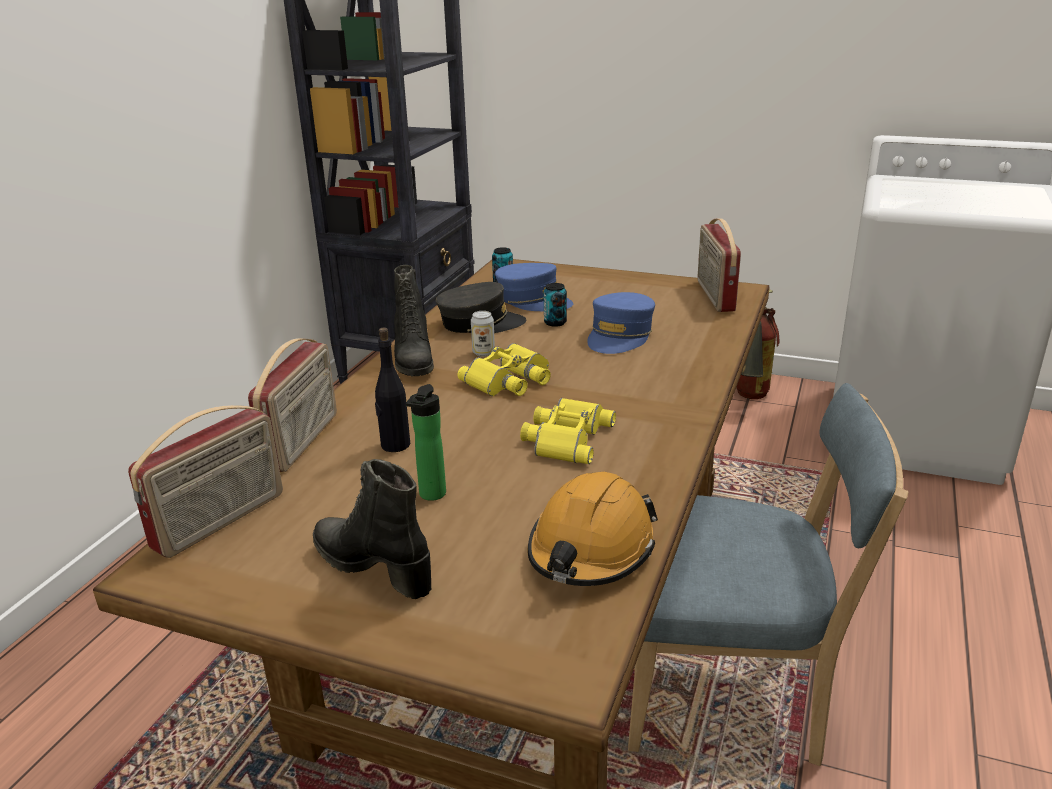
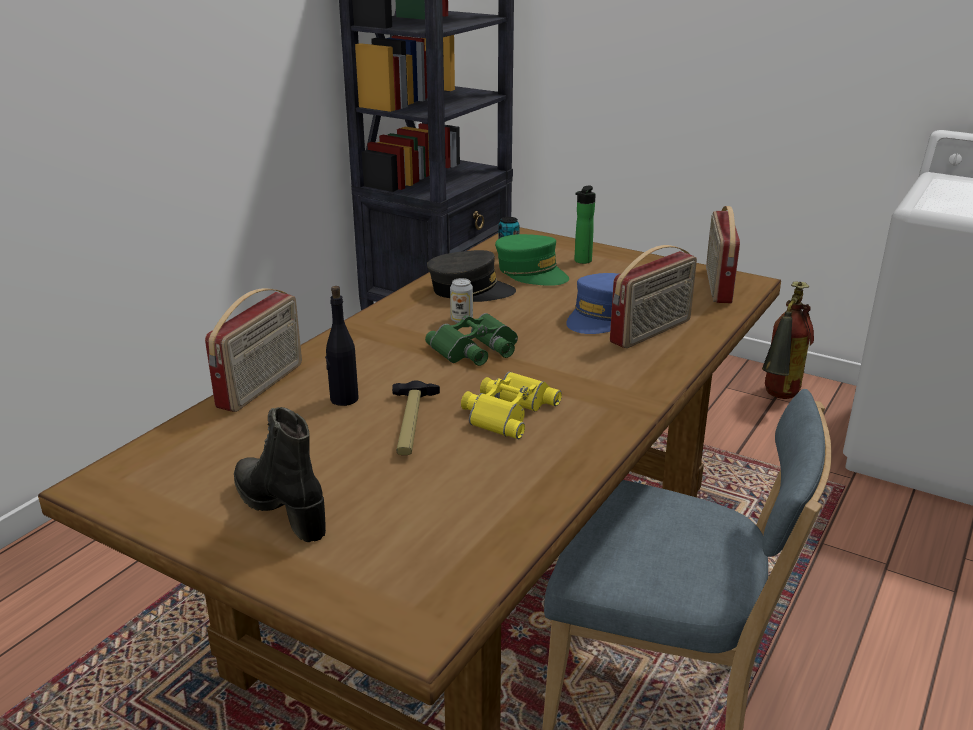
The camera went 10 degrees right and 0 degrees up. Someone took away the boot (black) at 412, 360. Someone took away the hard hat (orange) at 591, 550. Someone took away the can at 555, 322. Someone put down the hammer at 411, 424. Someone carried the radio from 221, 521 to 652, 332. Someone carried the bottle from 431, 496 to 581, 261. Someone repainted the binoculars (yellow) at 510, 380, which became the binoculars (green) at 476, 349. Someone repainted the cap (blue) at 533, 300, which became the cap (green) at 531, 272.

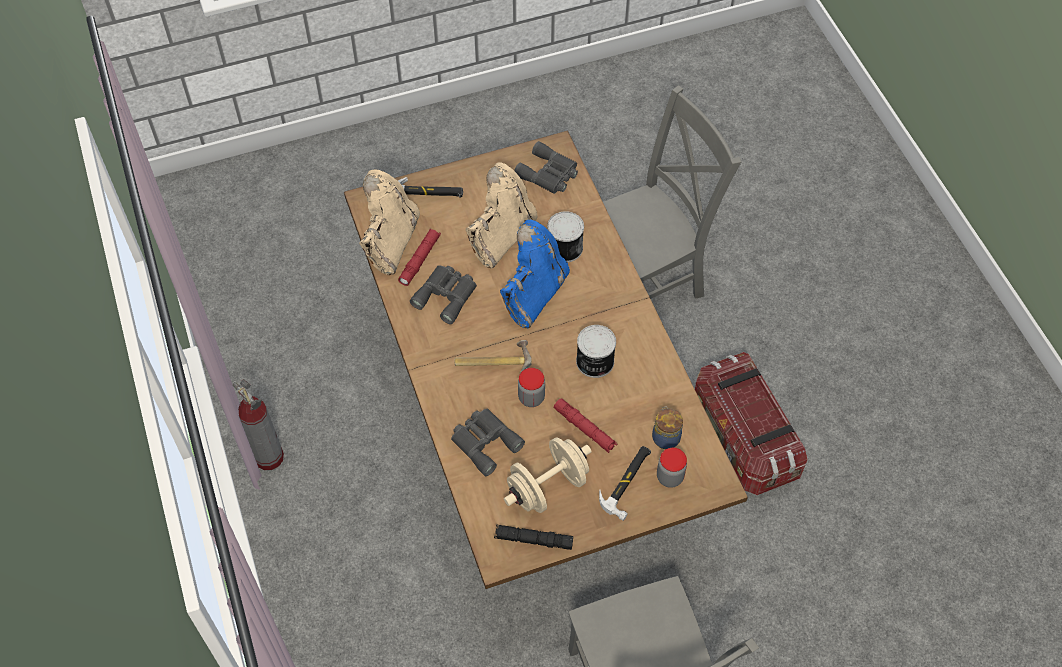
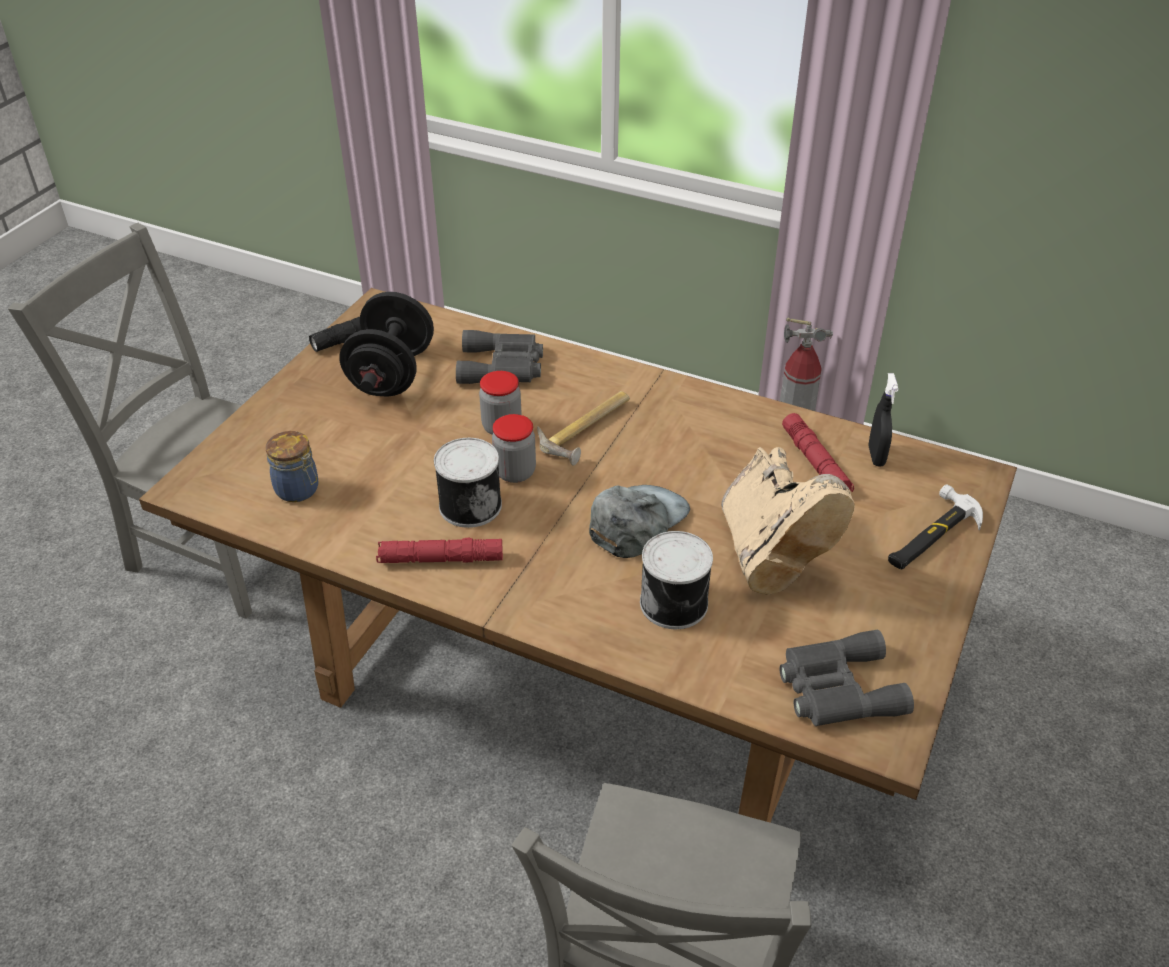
The camera went 135 degrees right and 15 degrees down. Someone took away the binoculars (grey) at 447, 295. Someone took away the hammer at 627, 482. Someone took away the storage box at 743, 438. Someone carried the flashlight (red) from 584, 428 to 440, 559. Someone carried the jar from 669, 477 to 515, 472. Someone swapped the boot (beige) at 390, 242 for the spray bottle (black) at 876, 456. Someone swapped the boot (blue) at 533, 294 for the cap (grey) at 637, 522. Someone repainted the dumbbell (beige) at 547, 487, which became the dumbbell (black) at 391, 374.

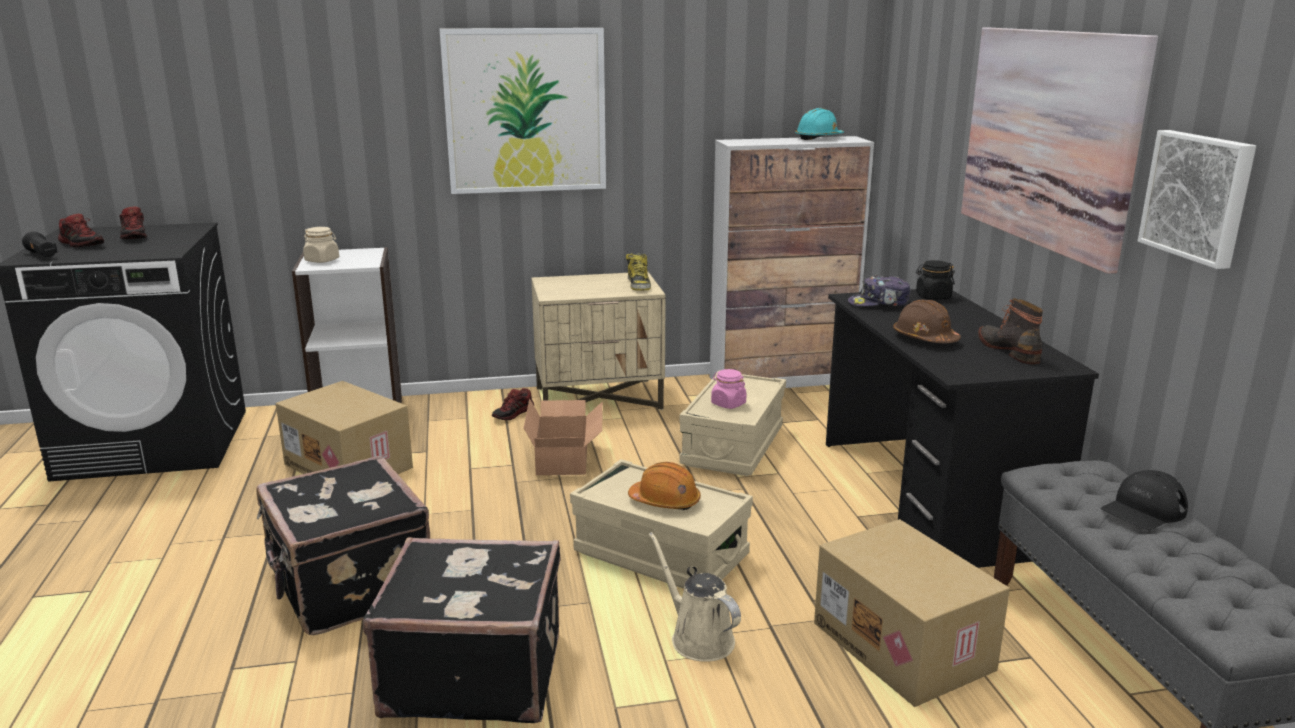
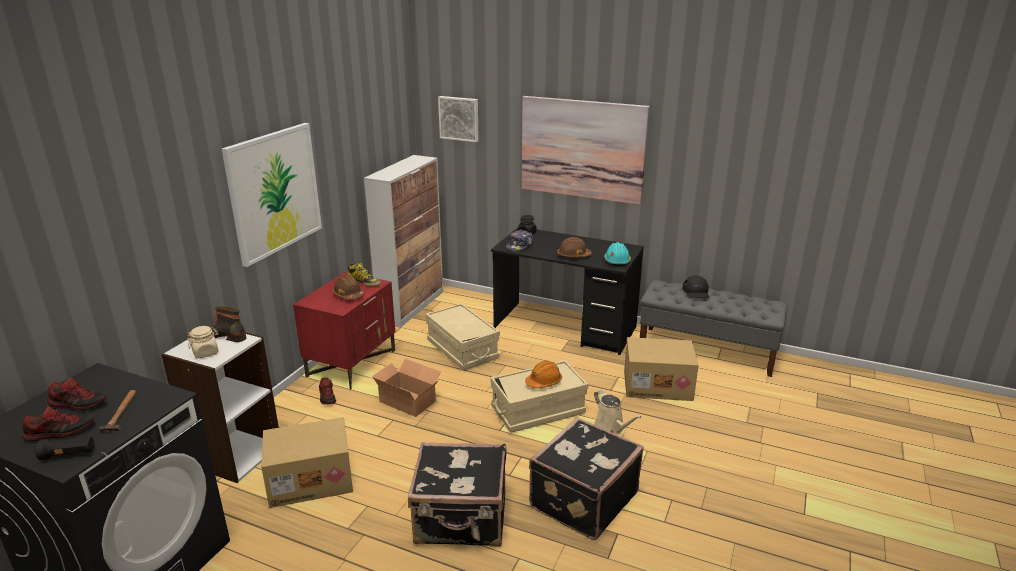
The camera went 55 degrees left and 5 degrees up. Someone took away the jar (pink) at 728, 404. Someone put down the hammer at 122, 412. Someone put down the hard hat (brown) at 348, 295. Someone carried the hard hat (turquoise) from 818, 138 to 617, 261. Someone carried the boot from 1010, 350 to 224, 335. Someone carried the picture from 1198, 196 to 459, 118. Someone repainted the nightstand (beige) at 599, 399, which became the nightstand (red) at 352, 363. Someone rotated the watering can (beige) at 698, 638 by 120 degrees counterclockwise.

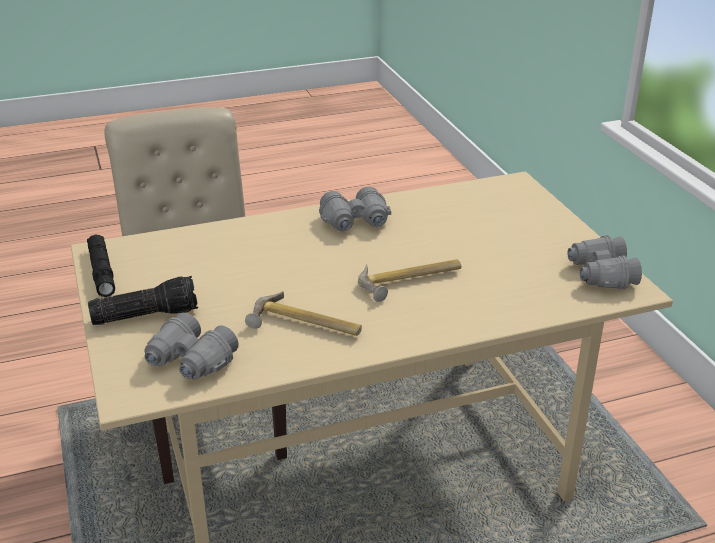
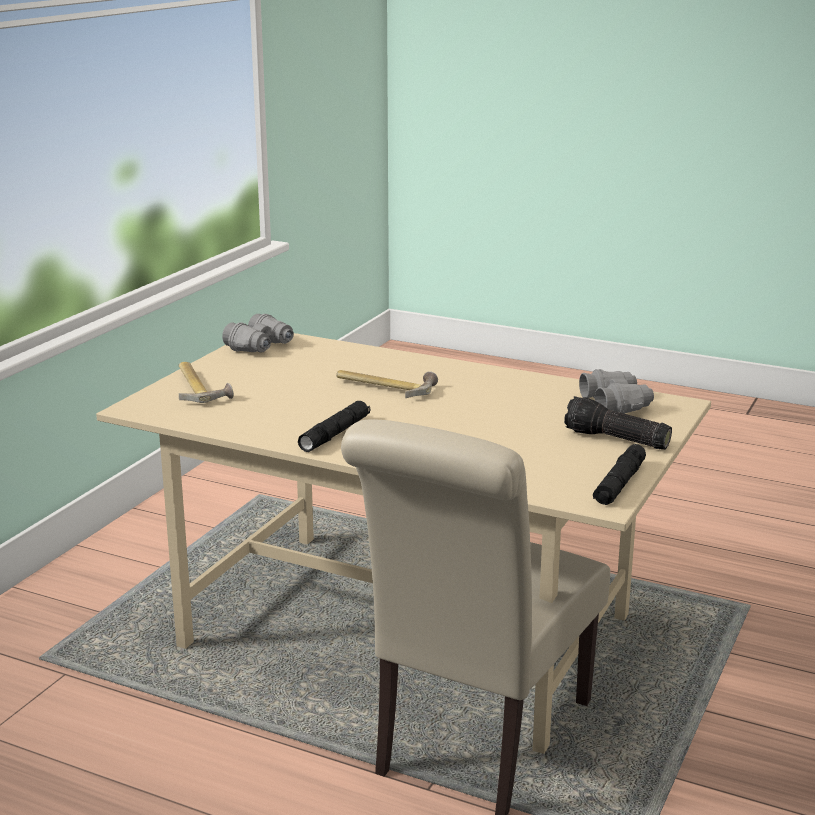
The camera went 135 degrees left and 10 degrees down. Someone carried the hammer from 304, 326 to 199, 387. Someone swapped the binoculars (grey) at 356, 222 for the flashlight (black) at 335, 434.

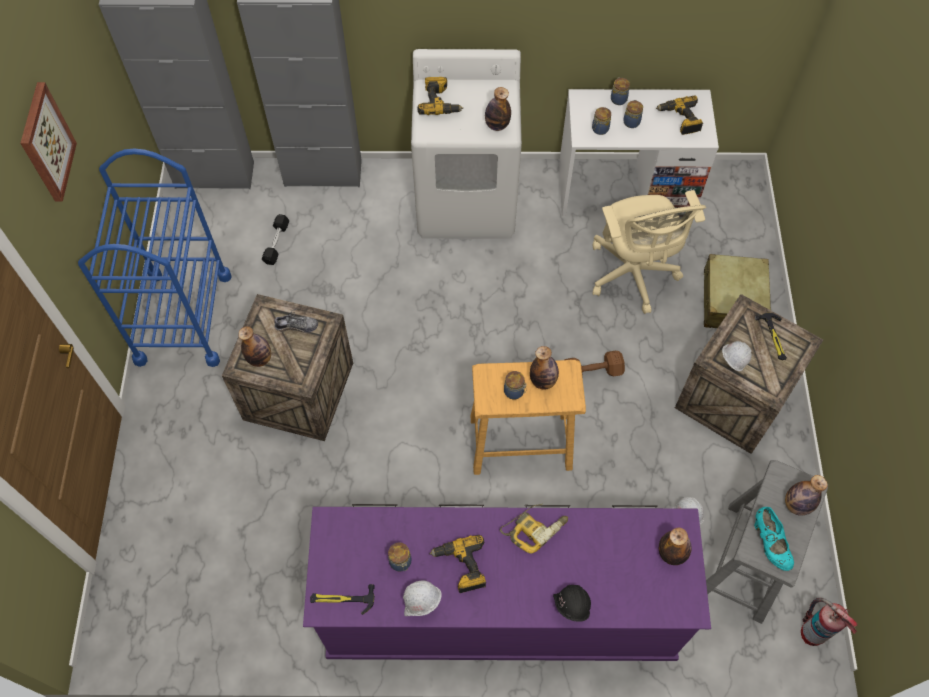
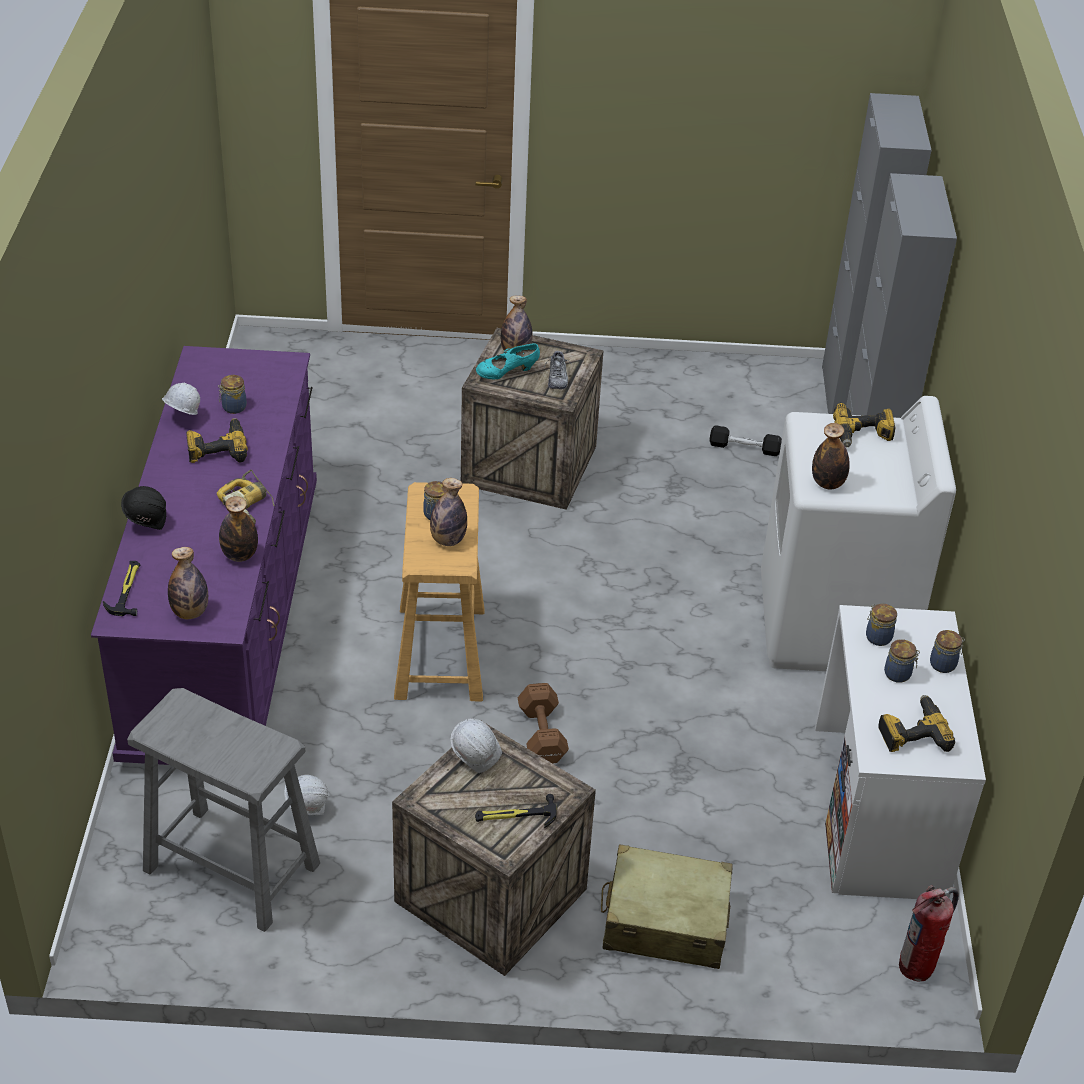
The camera went 90 degrees right and 20 degrees down. Someone took away the picture at 46, 143. Someone took away the cart (blue) at 183, 318. Someone took away the office chair (beige) at 633, 275. Someone carried the hammer from 342, 599 to 126, 590. Someone carried the shoe (turquoise) from 770, 543 to 507, 373. Someone carried the bottle from 796, 505 to 240, 555. Someone carried the fire extinguisher from 812, 632 to 917, 967.

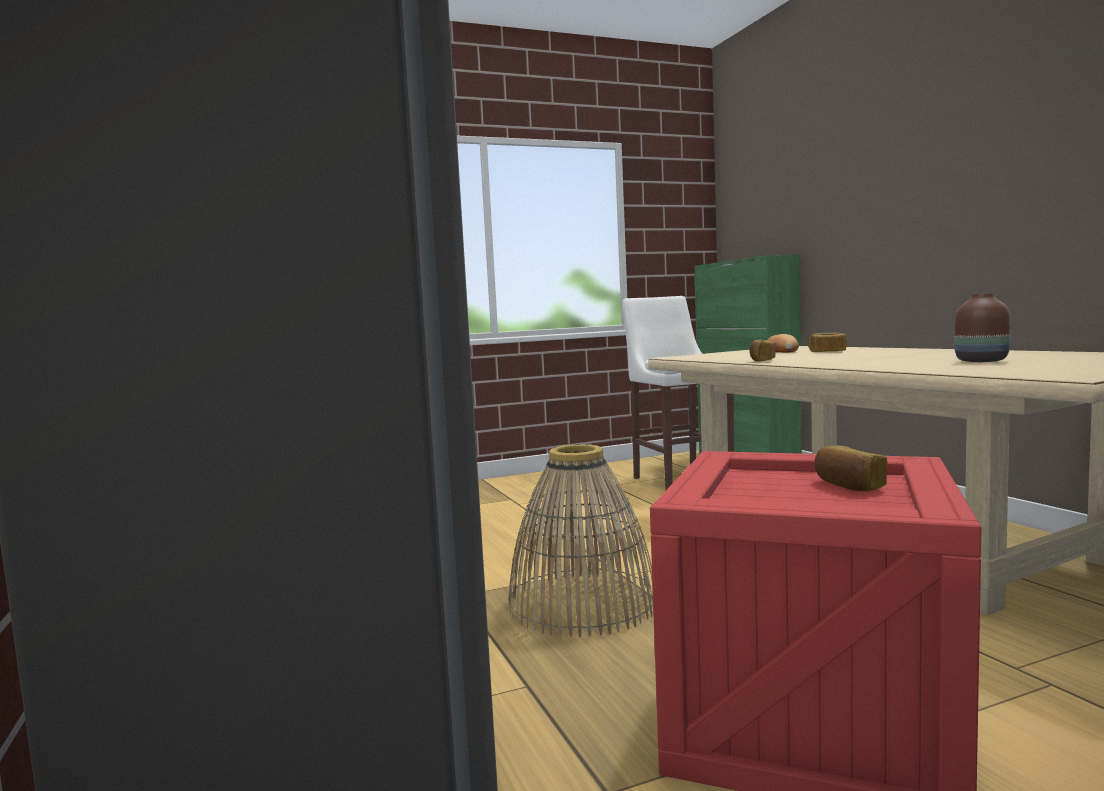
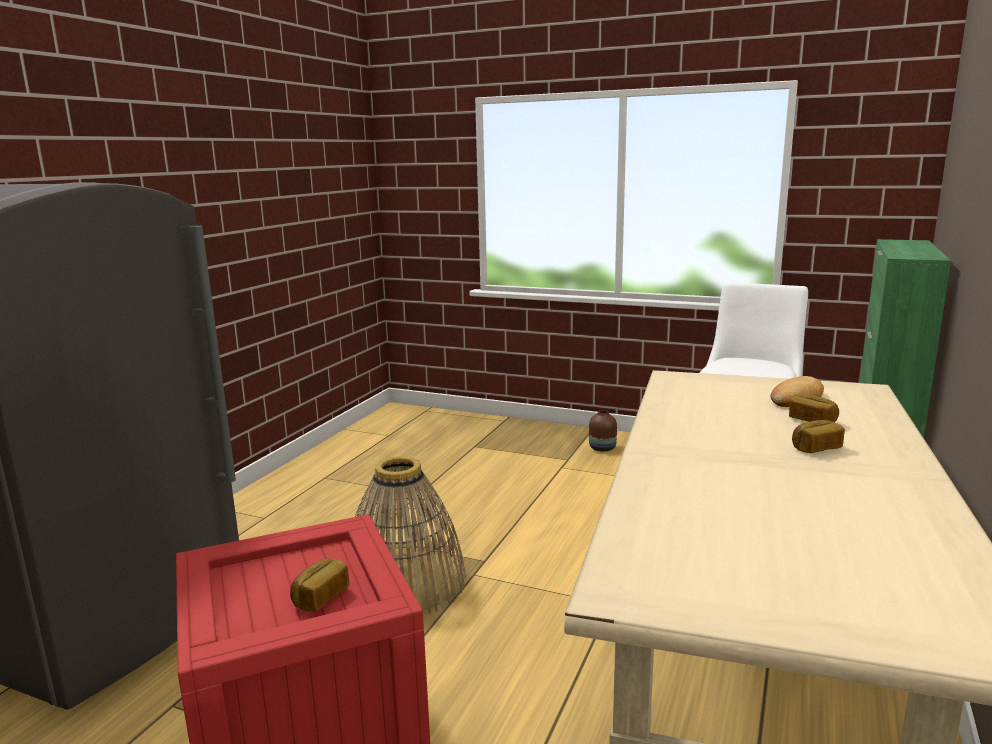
The camera went 45 degrees right and 10 degrees up. Someone carried the bread from 762, 360 to 815, 448. Someone carried the vase (brown) from 981, 361 to 603, 448.

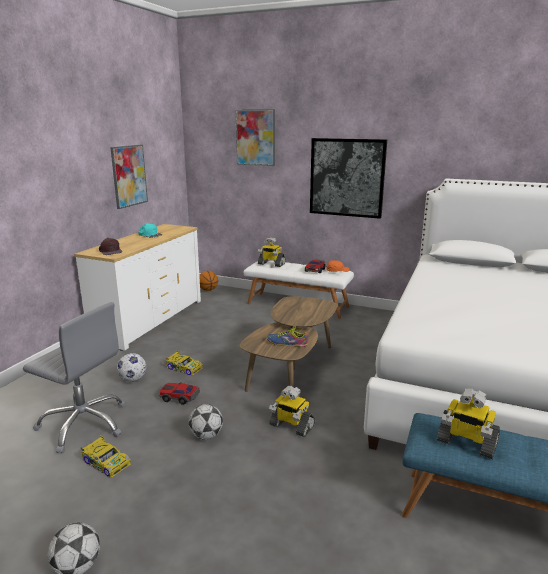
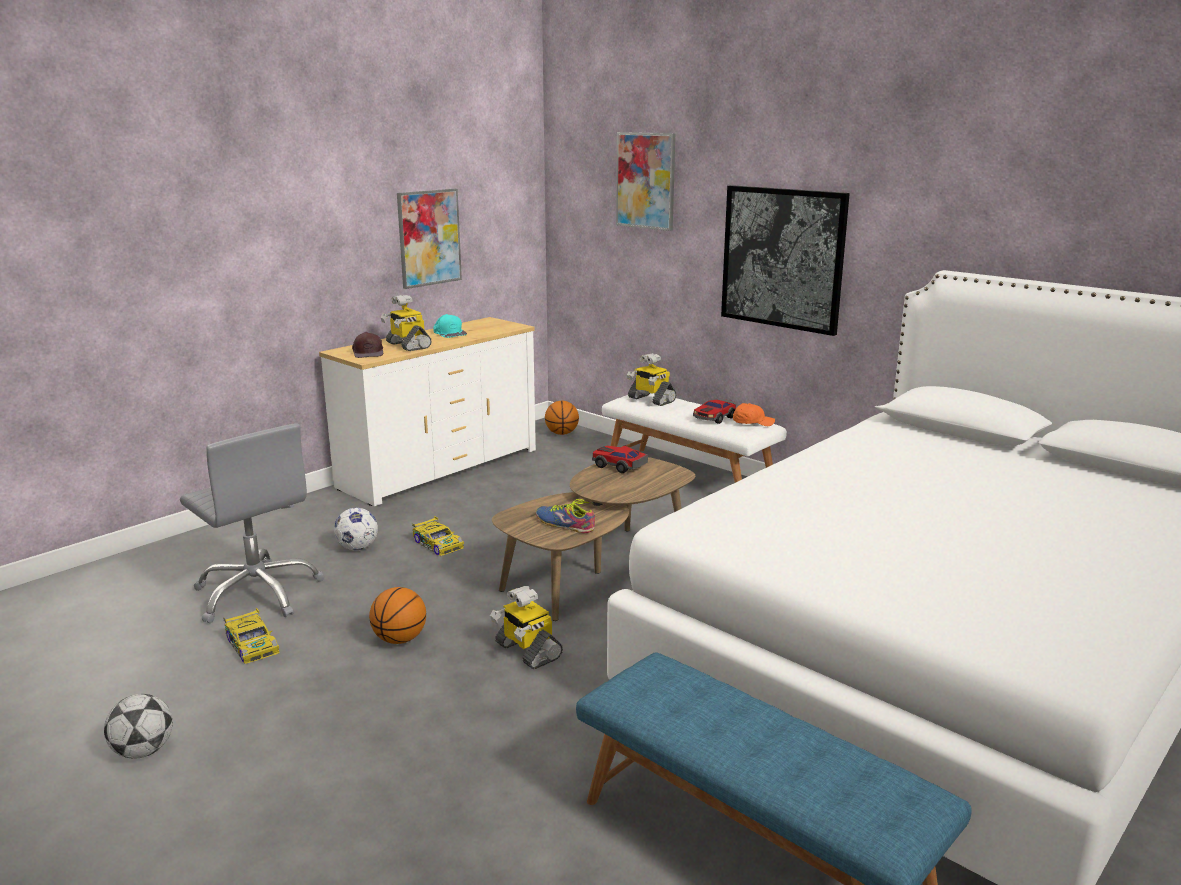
The camera went 20 degrees right and 0 degrees up. Someone carried the toy car from 179, 397 to 619, 466. Someone carried the toy robot from 466, 443 to 407, 345. Someone swapped the football at 206, 436 for the basketball at 399, 639.

